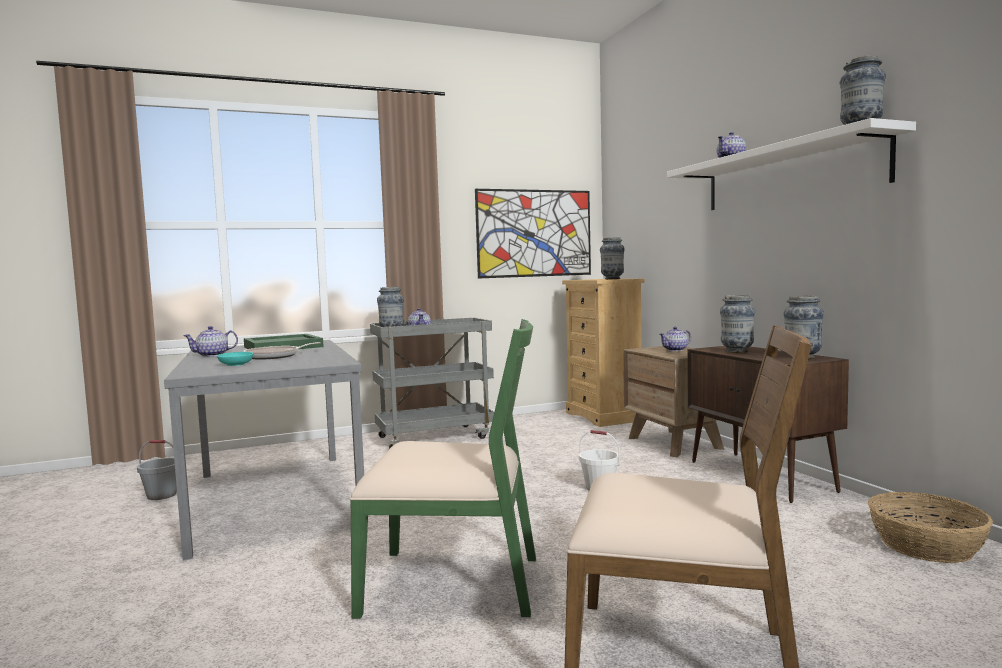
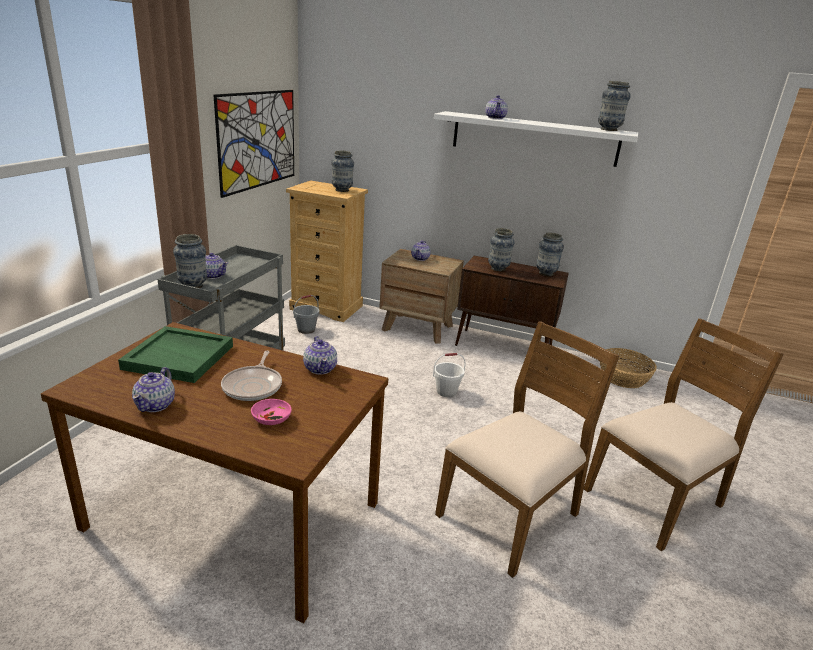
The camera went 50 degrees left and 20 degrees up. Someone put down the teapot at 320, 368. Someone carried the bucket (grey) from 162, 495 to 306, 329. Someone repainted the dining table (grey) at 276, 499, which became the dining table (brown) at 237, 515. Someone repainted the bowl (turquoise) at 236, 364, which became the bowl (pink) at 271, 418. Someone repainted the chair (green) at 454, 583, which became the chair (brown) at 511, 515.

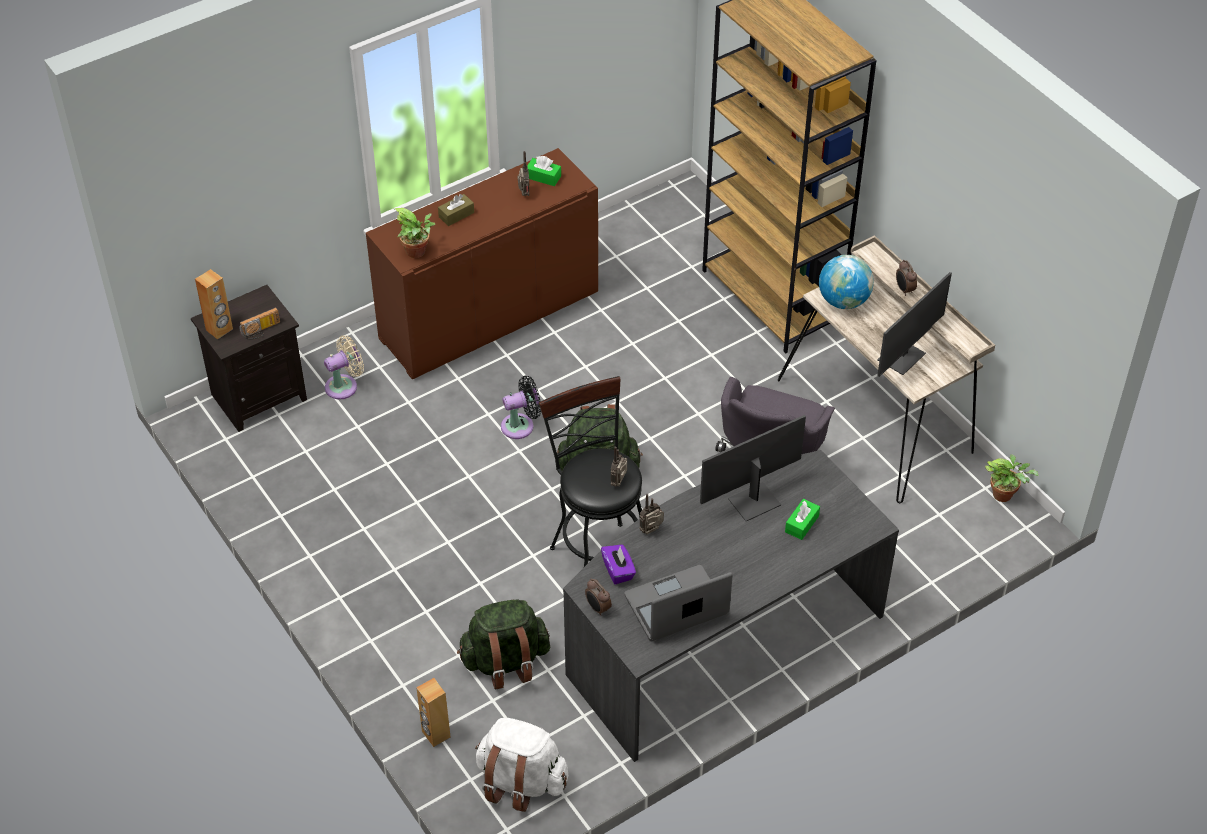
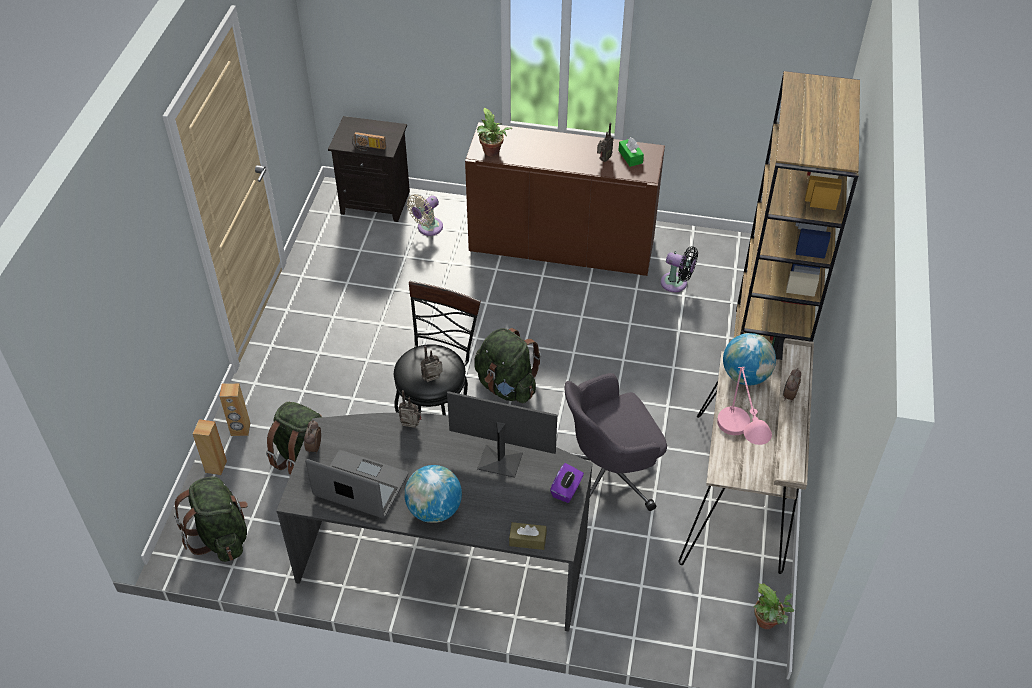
The camera went 45 degrees right and 0 degrees up. Someone took away the tissue box (green) at 801, 524. Someone put down the globe at 434, 509. Someone carried the speaker (brown) from 219, 329 to 240, 429. Someone carried the tissue box (brown) from 456, 215 to 527, 540. Someone carried the fan (black) from 521, 425 to 676, 283. Someone carried the tissue box (purple) from 618, 571 to 566, 490. Someone swapped the monitor at 902, 357 for the table lamp (pink) at 738, 445. Someone repainted the backpack (white) at 520, 781, which became the backpack (green) at 221, 535. Someone rotated the fan (beige) at 344, 386 by 120 degrees clockwise.

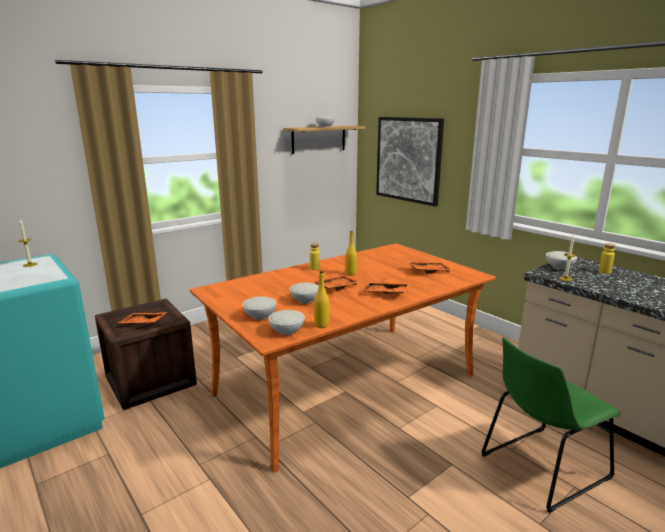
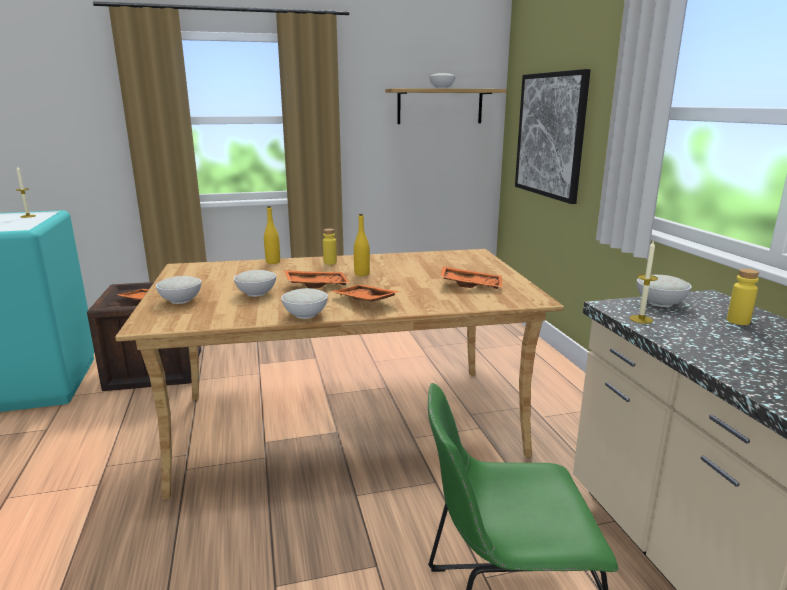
The camera went 25 degrees right and 0 degrees up. Someone carried the bowl (white) from 286, 331 to 305, 315. Someone carried the bottle (yellow) from 321, 325 to 273, 262. Someone repainted the dining table (orange) at 346, 384, which became the dining table (beige) at 347, 424.

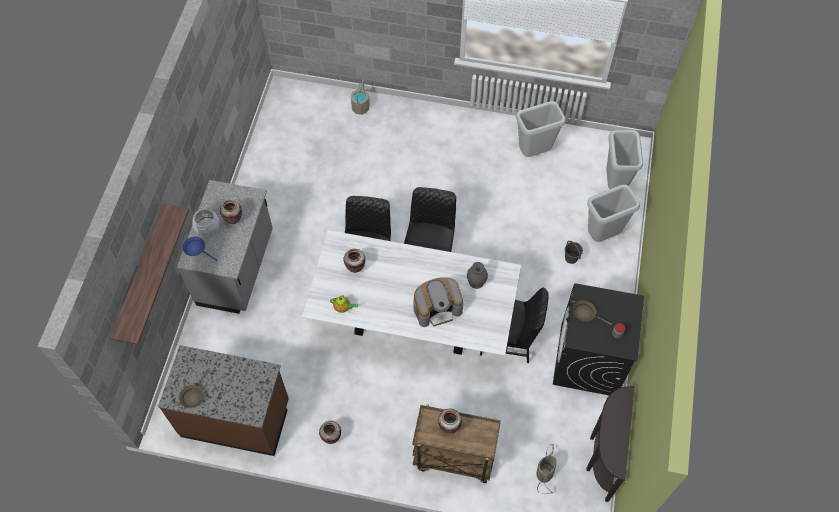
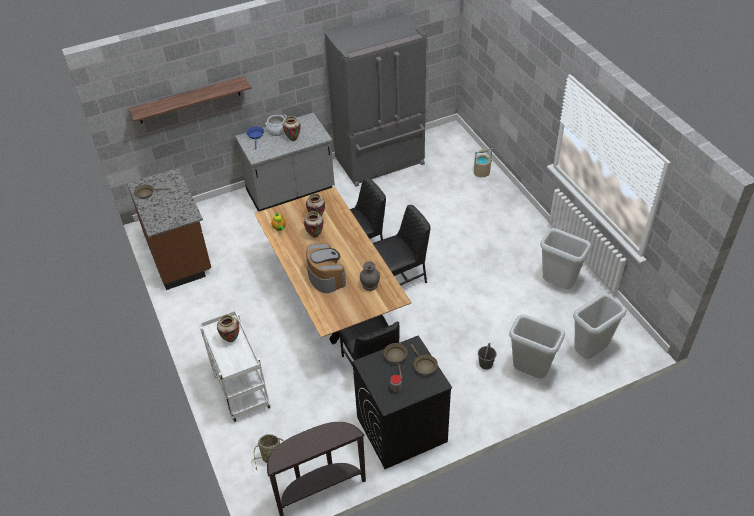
The camera went 55 degrees right and 15 degrees down. Someone put down the fridge (grey) at 381, 162. Someone put down the frying pan (brown) at 424, 365. Someone carried the vase from 331, 438 to 315, 235. Someone repainted the dining table (white) at 413, 323, which became the dining table (brown) at 333, 302. Someone repainted the cart (brown) at 453, 458, which became the cart (white) at 240, 390. Someone rotated the coffee machine at 437, 308 by 150 degrees counterclockwise.

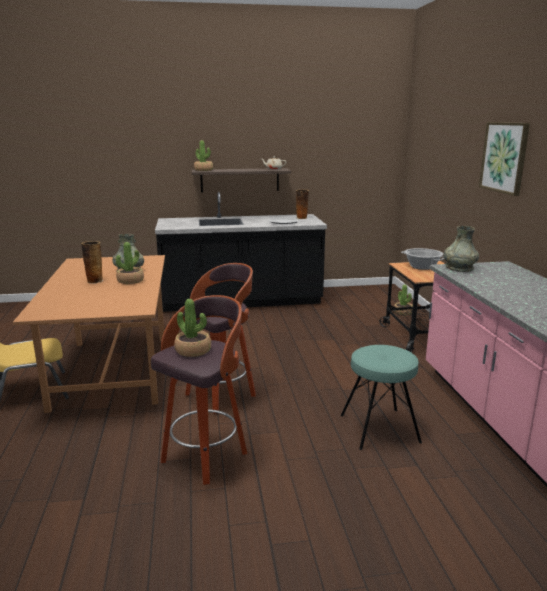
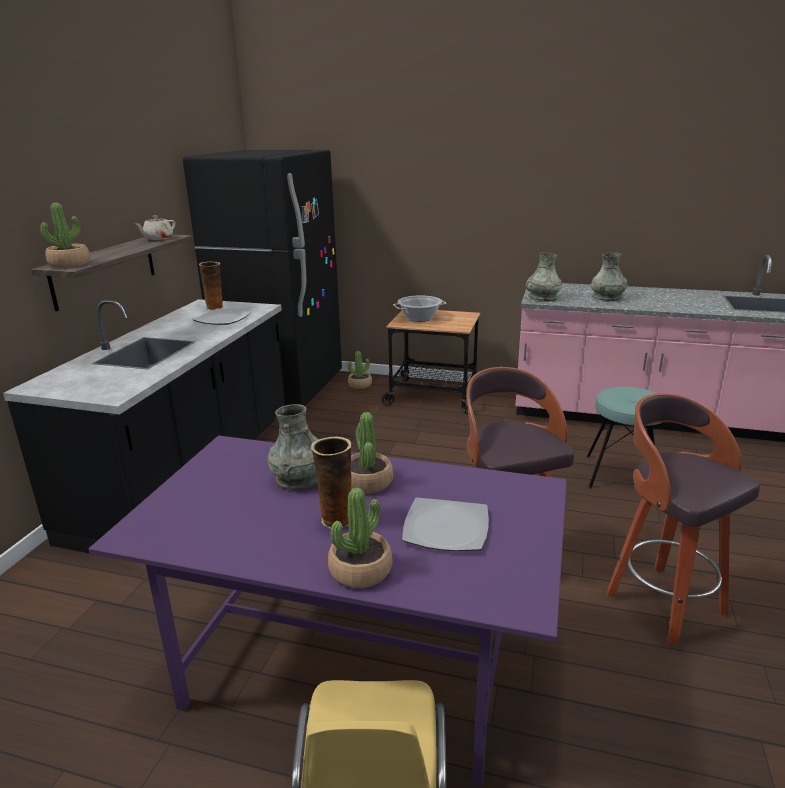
The camera went 65 degrees left and 5 degrees up. Someone took away the picture at 504, 157. Someone put down the fridge (black) at 283, 389. Someone put down the plate at 446, 528. Someone put down the vase (grey) at 607, 297. Someone carried the potted plant from 193, 350 to 360, 570. Someone repainted the dining table (brown) at 114, 371, which became the dining table (purple) at 356, 662.

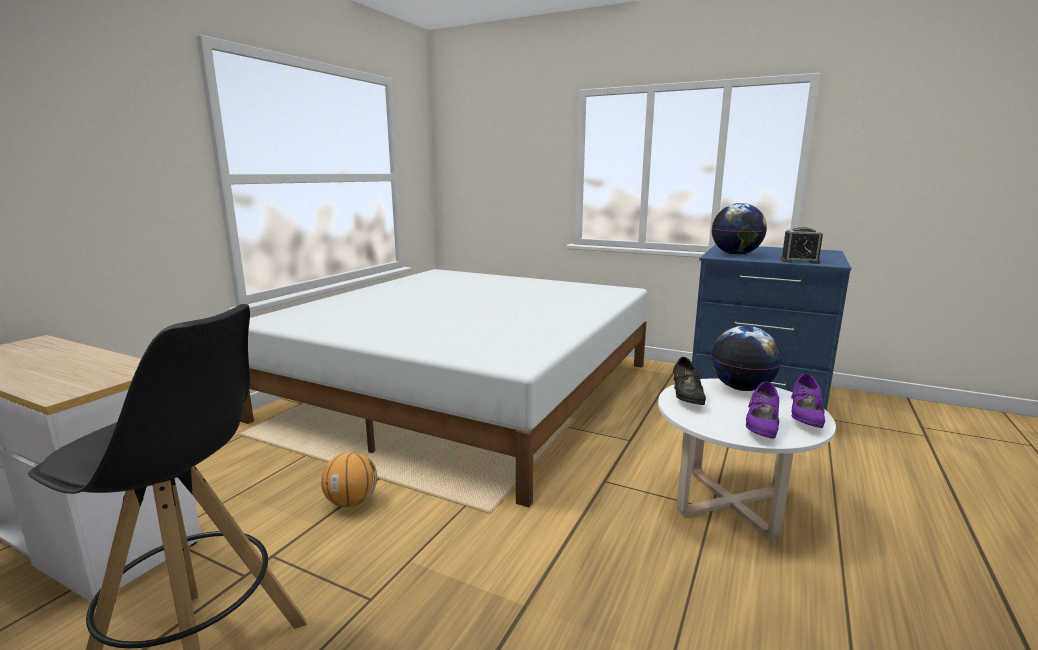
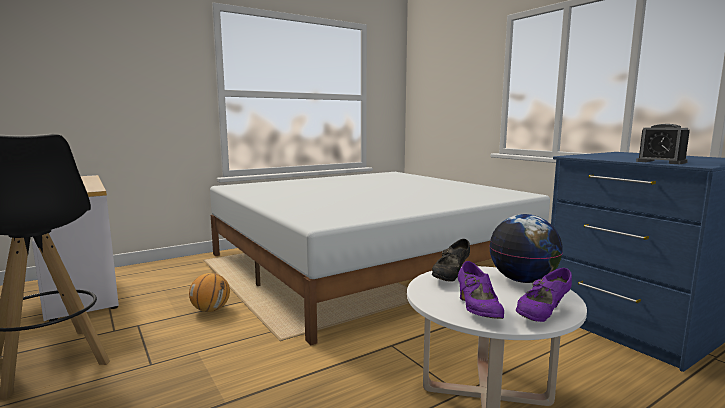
The camera went 30 degrees right and 5 degrees down. Someone took away the globe at 736, 254. Someone rotated the shoe (purple) at 761, 429 by 60 degrees counterclockwise.

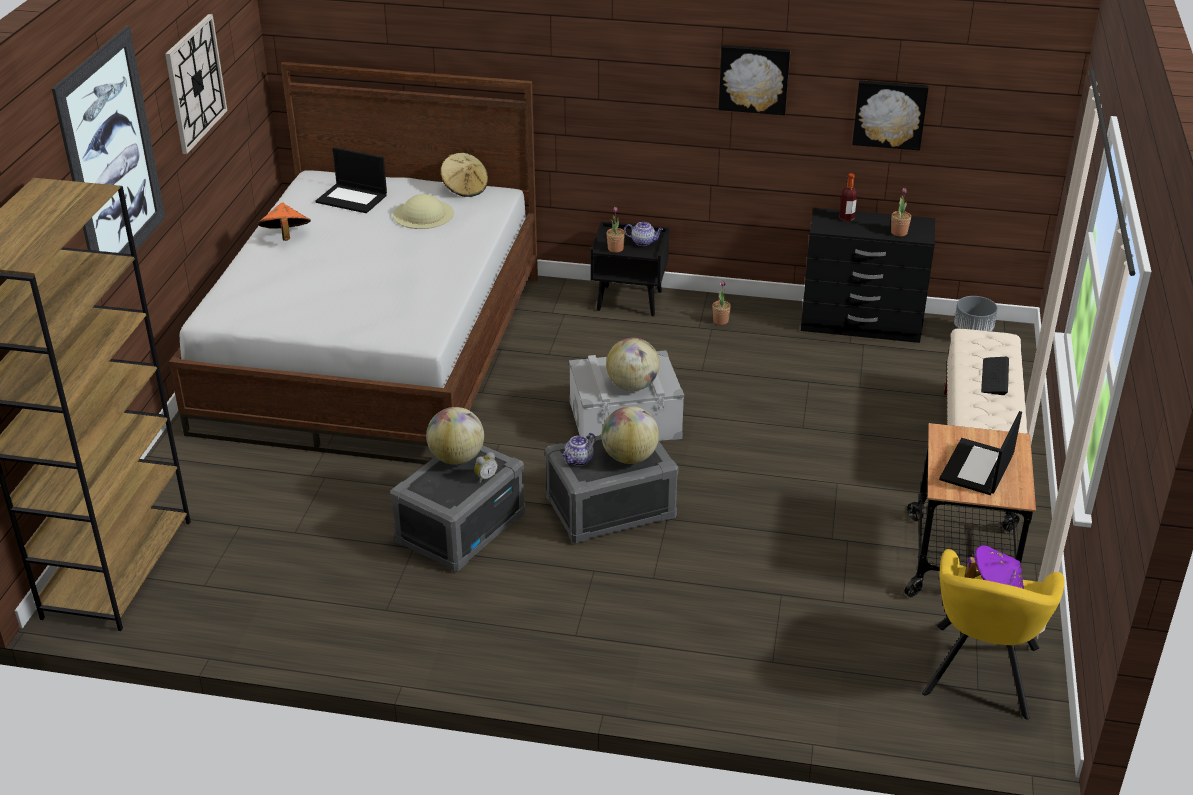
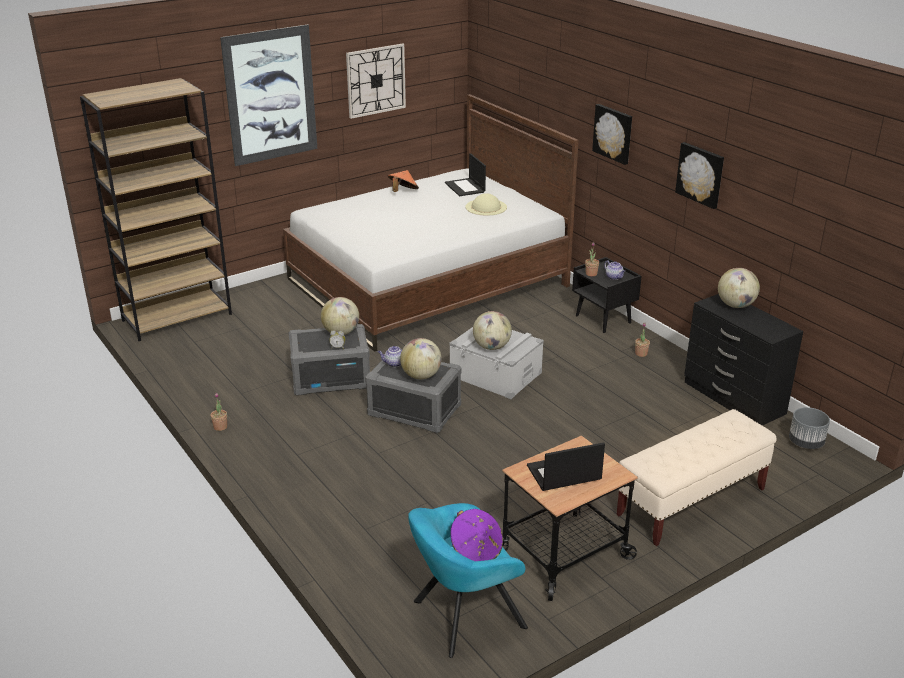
The camera went 45 degrees right and 5 degrees down. Someone took away the hat (beige) at 465, 188. Someone took away the keyboard at 995, 376. Someone carried the picture from 889, 114 to 613, 133. Someone carried the potted plant from 899, 232 to 220, 427. Someone swapped the bottle at 846, 218 for the globe at 736, 305. Someone repainted the armchair (yellow) at 980, 675, which became the armchair (turquoise) at 463, 616.

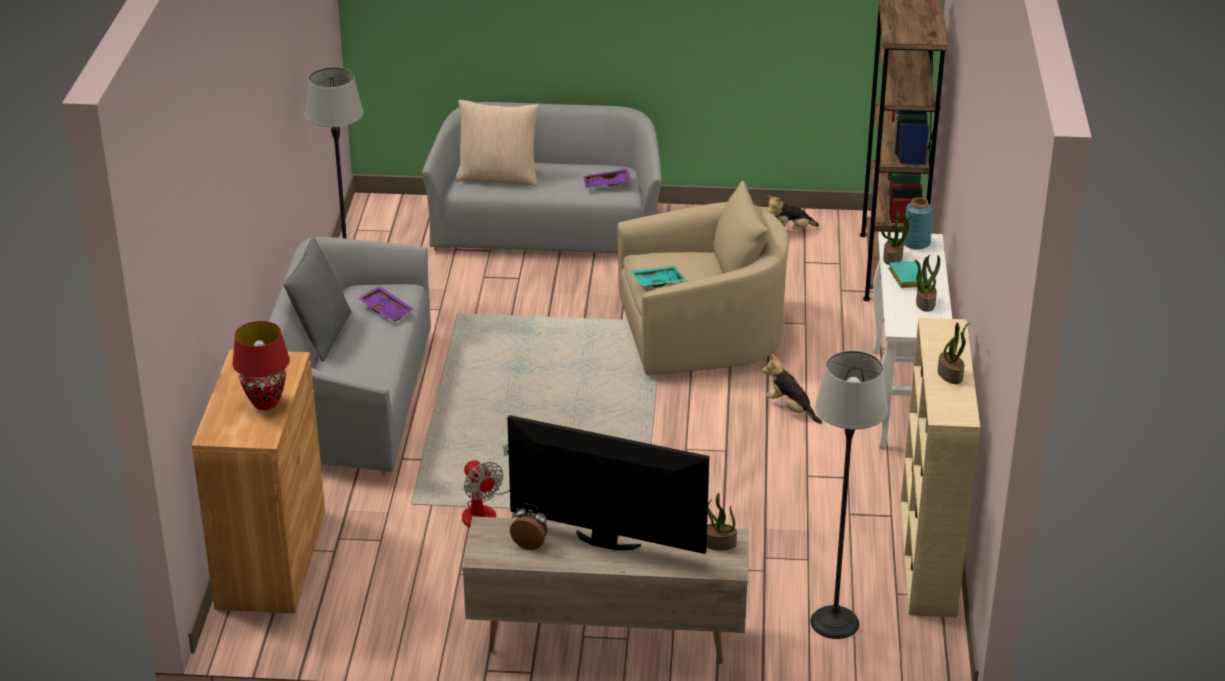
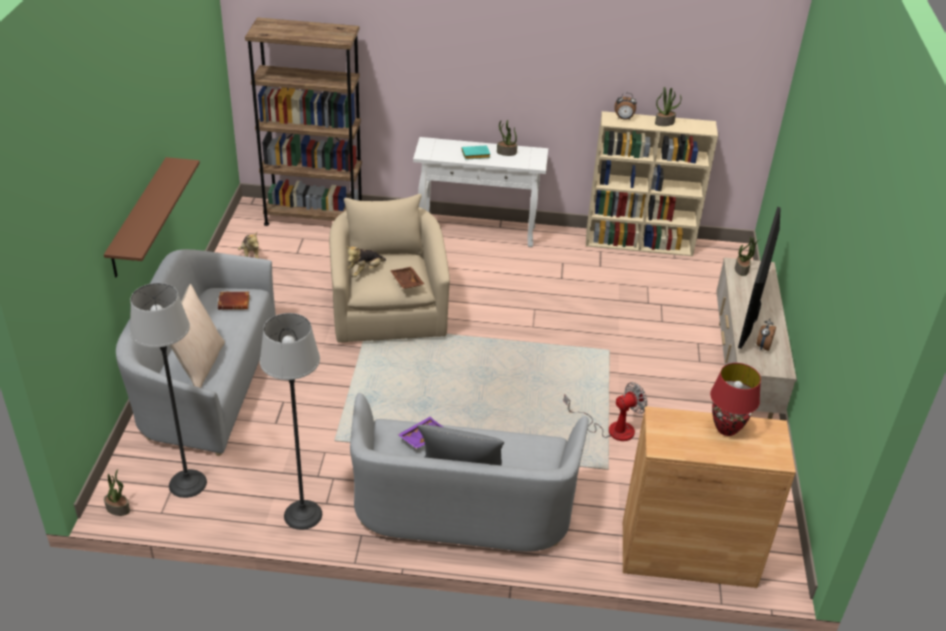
The camera went 90 degrees left and 5 degrees up. Someone took away the vase (blue) at 915, 243. Someone put up the shelf (brown) at 139, 218. Someone put down the alarm clock at 623, 119. Someone carried the plush toy from 790, 409 to 365, 271. Someone carried the floor lamp from 835, 622 to 187, 483. Someone carried the potted plant from 893, 258 to 118, 508. Someone swapped the tray (purple) at 607, 185 for the book (brown) at 235, 302. Someone repainted the tray (turquoise) at 657, 281, which became the tray (brown) at 406, 282.

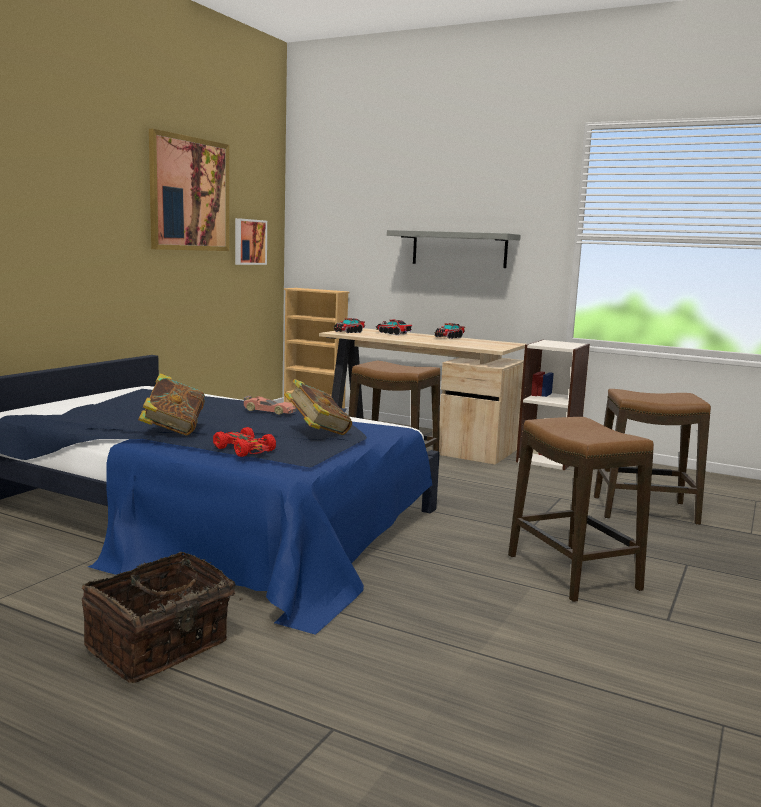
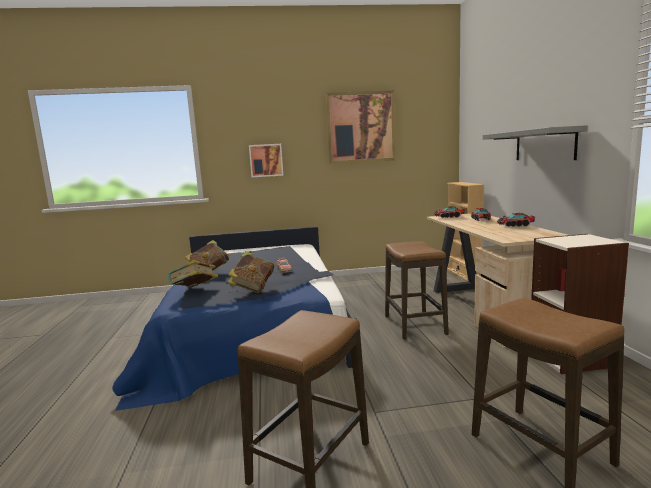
The camera went 55 degrees right and 0 degrees up. Someone took away the basket at 160, 647. Someone carried the picture from 249, 242 to 266, 160. Someone swapped the toy car (red) at 245, 450 for the book at 195, 291.

